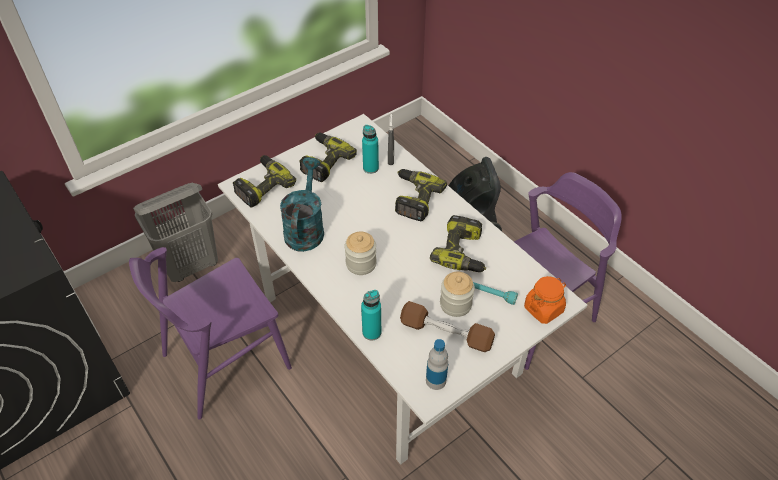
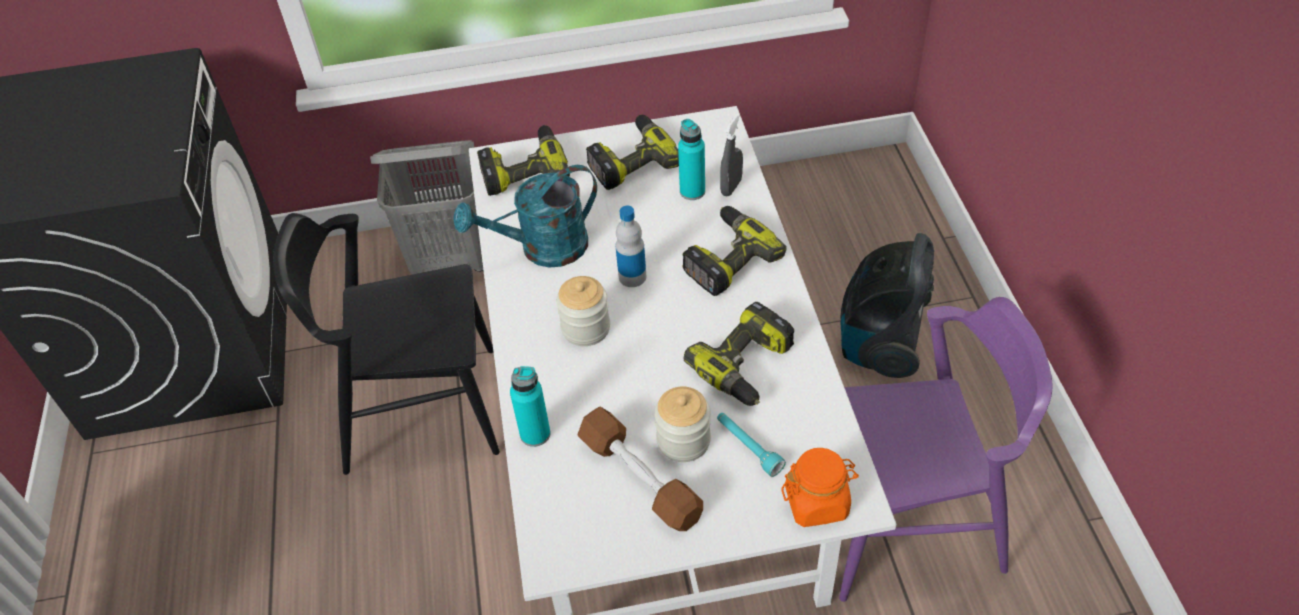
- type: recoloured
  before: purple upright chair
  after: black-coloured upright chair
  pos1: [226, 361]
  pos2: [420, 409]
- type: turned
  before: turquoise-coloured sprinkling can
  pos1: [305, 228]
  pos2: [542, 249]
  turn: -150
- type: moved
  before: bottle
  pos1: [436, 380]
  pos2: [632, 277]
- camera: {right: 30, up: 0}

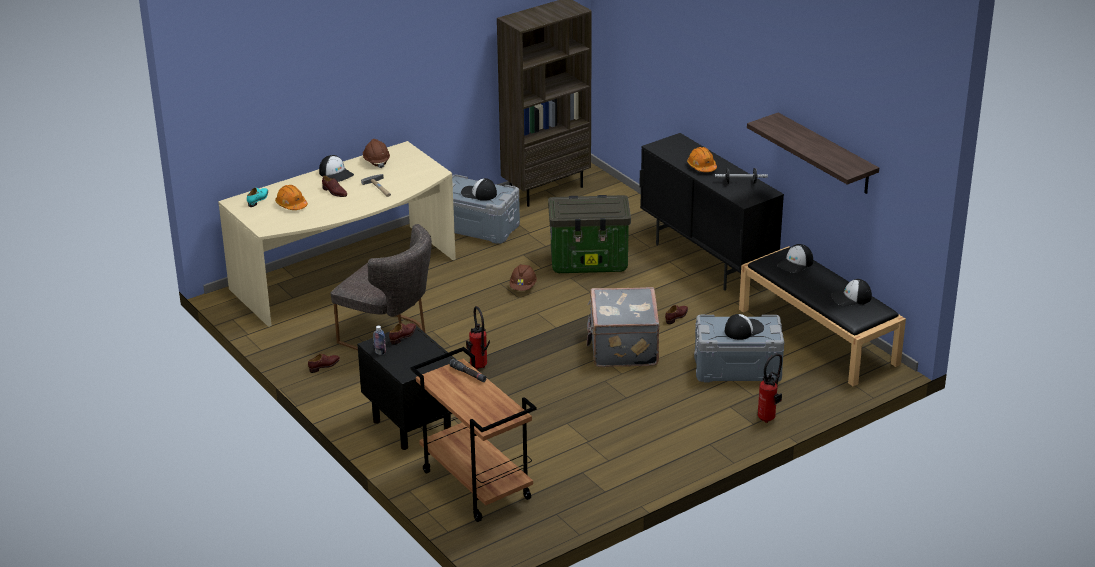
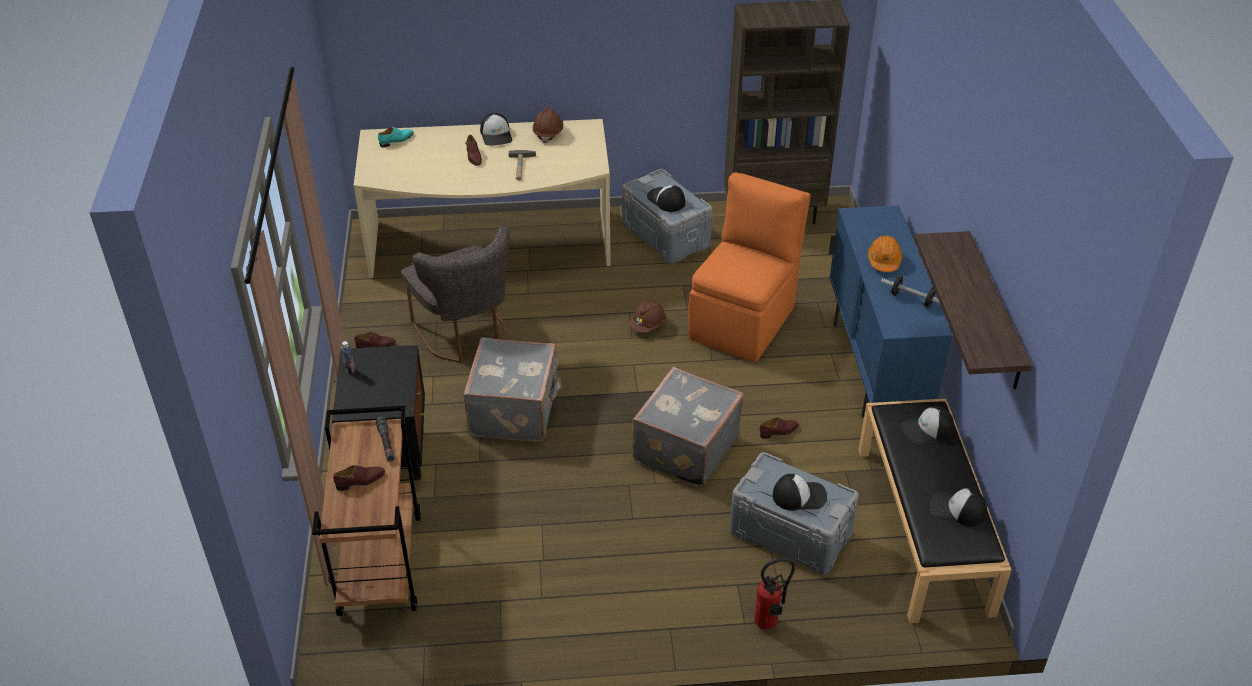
- type: moved
  before: brown low shoe
  pos1: [403, 336]
  pos2: [360, 481]
- type: replaced
  before: fire extinguisher
  after: grey suitcase
  pos1: [478, 368]
  pos2: [516, 411]
- type: replaced
  before: storage box
  after: orangey upright chair
  pos1: [590, 262]
  pos2: [743, 321]
- type: recoloured
  before: black-coloured cupboard
  after: bluish cupboard
  pos1: [707, 260]
  pos2: [874, 369]
- type: removed
  before: orangey hard hat
  pos1: [291, 205]
- camera: {right: 30, up: 10}

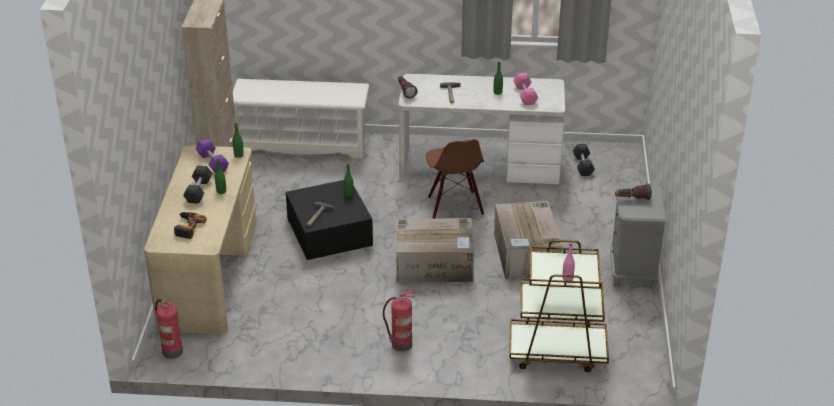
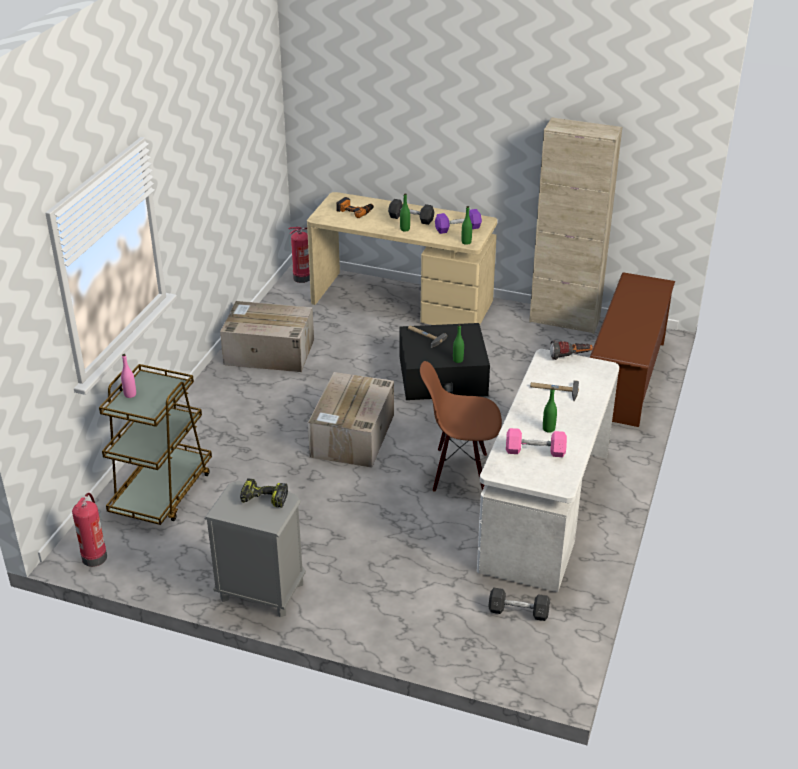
- type: moved
  before: fire extinguisher
  pos1: [400, 345]
  pos2: [94, 556]
- type: moved
  before: packing box
  pos1: [526, 255]
  pos2: [268, 352]
- type: replaced
  before: torch
  after: electric drill
  pos1: [632, 199]
  pos2: [263, 499]
- type: recoloured
  before: whitish shoe shelf
  after: brown shoe shelf
  pos1: [302, 144]
  pos2: [625, 378]
- camera: {right: 105, up: 0}

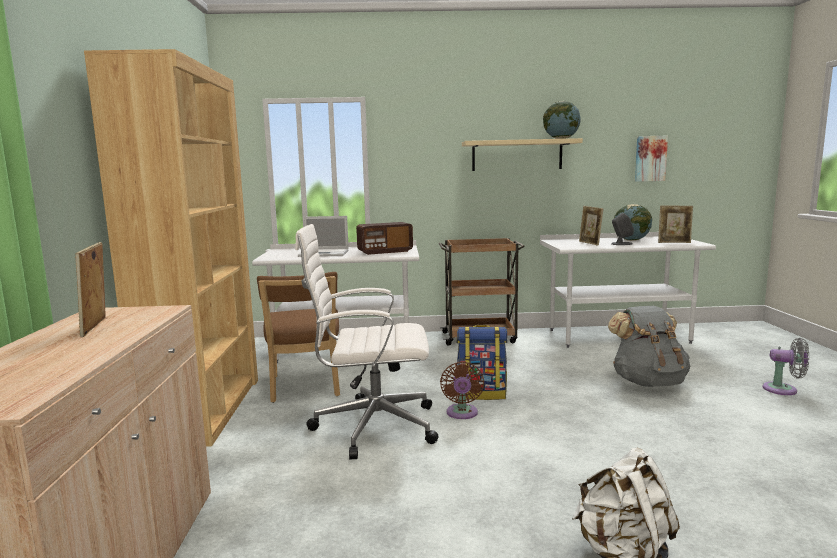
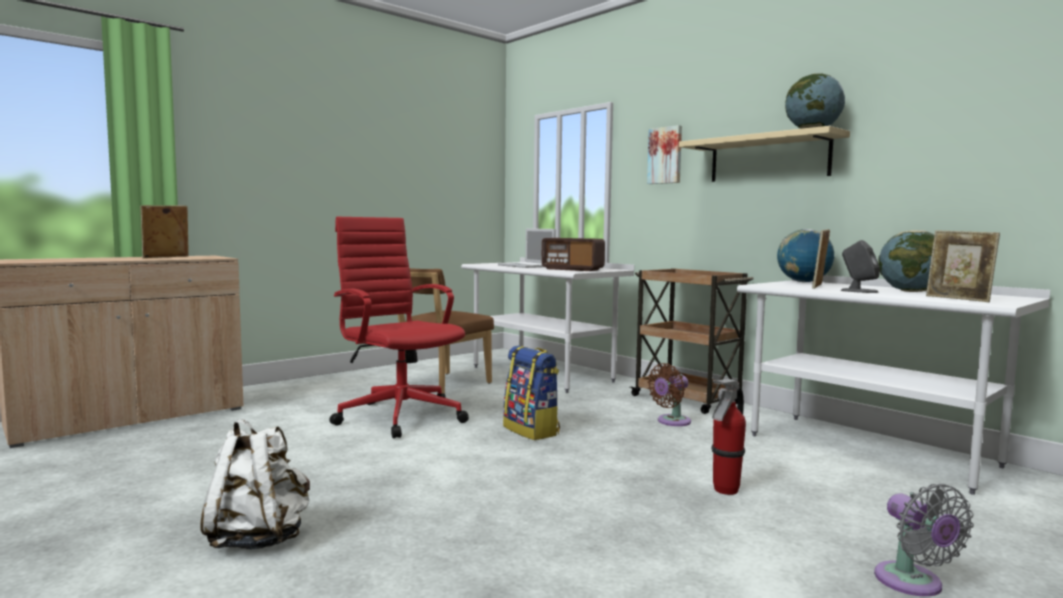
- type: recoloured
  before: whitish computer chair
  after: red-coloured computer chair
  pos1: [371, 426]
  pos2: [399, 416]
- type: moved
  before: wall picture
  pos1: [650, 158]
  pos2: [665, 155]
- type: moved
  before: brown fan
  pos1: [462, 414]
  pos2: [671, 422]
- type: replaced
  before: grey rucksack
  after: fire extinguisher
  pos1: [648, 382]
  pos2: [725, 490]
- type: added
  after: desk globe
  pos2: [803, 282]
- type: removed
  before: brown shelving unit
  pos1: [205, 410]
- camera: {right: 50, up: -5}

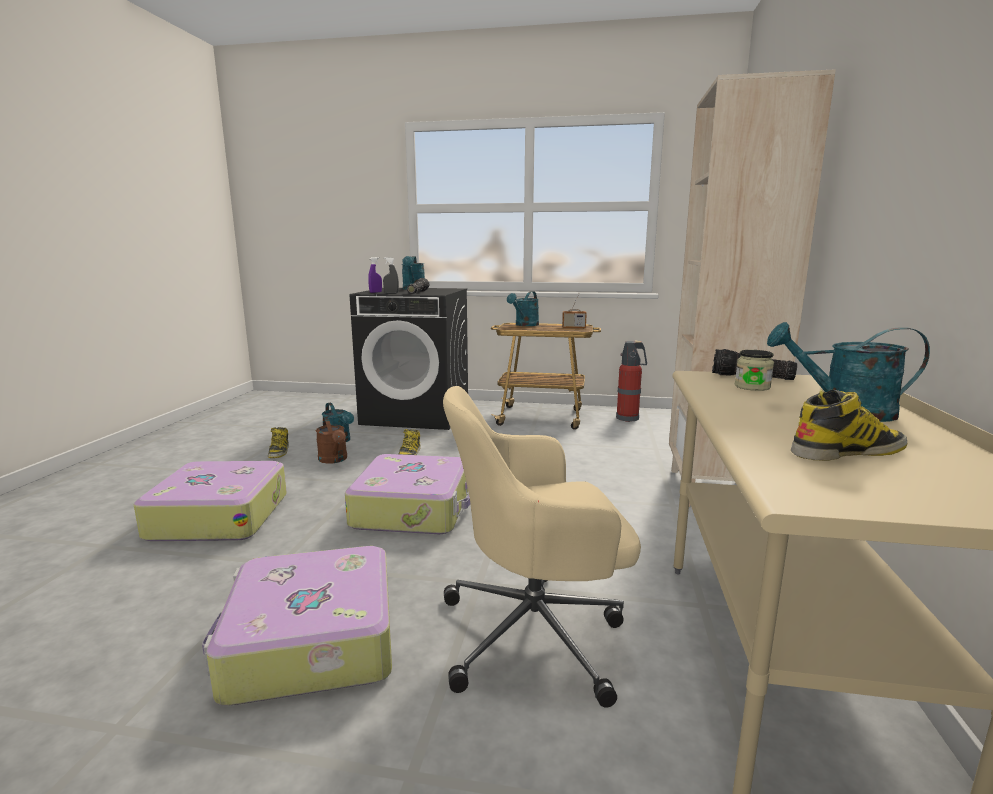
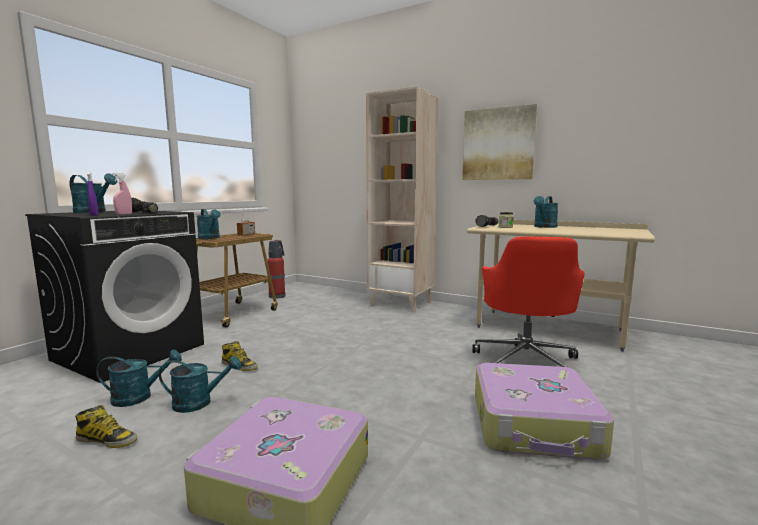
- type: recoloured
  before: grey sprayer
  after: pinkish sprayer
  pos1: [391, 293]
  pos2: [124, 214]
- type: recoloured
  before: brown sprinkling can
  after: turquoise-coloured sprinkling can
  pos1: [334, 460]
  pos2: [199, 403]
- type: added
  after: wall picture
  pos2: [498, 144]
- type: recoloured
  before: sand-coloured computer chair
  after: red-coloured computer chair
  pos1: [537, 634]
  pos2: [526, 362]
- type: removed
  before: suitcase
  pos1: [413, 509]
- type: removed
  before: high-top boot
  pos1: [847, 452]
- camera: {right: -70, up: -5}

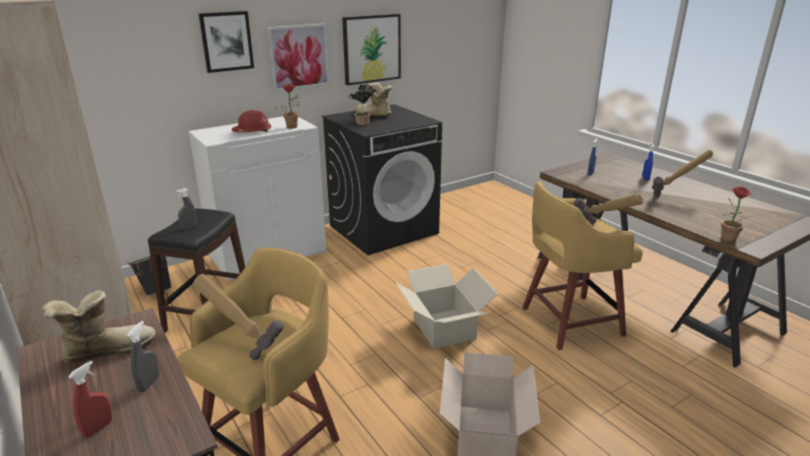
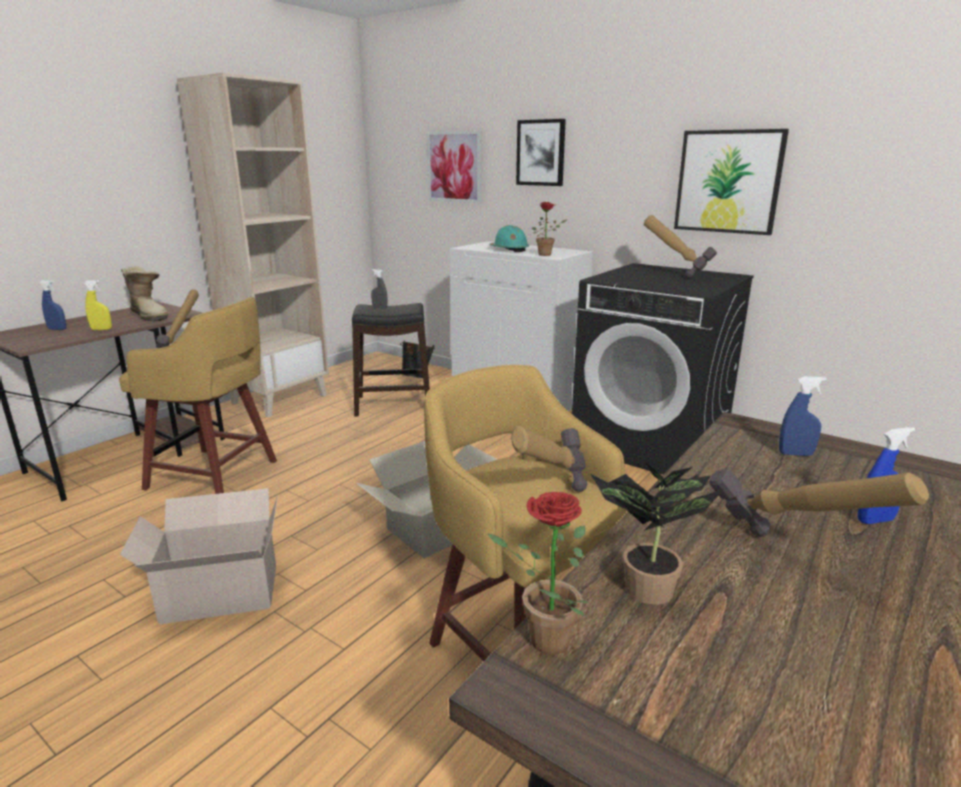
- type: recoloured
  before: red-coloured sprayer
  after: bluish sprayer
  pos1: [98, 428]
  pos2: [57, 329]
- type: recoloured
  before: grey sprayer
  after: yellow sprayer
  pos1: [149, 384]
  pos2: [101, 329]
- type: moved
  before: wall picture
  pos1: [299, 57]
  pos2: [454, 167]
- type: recoloured
  before: red-coloured hard hat
  after: turquoise-coloured hard hat
  pos1: [252, 132]
  pos2: [509, 250]
- type: moved
  before: plant in a pot
  pos1: [362, 123]
  pos2: [642, 591]
- type: replaced
  before: high-top boot
  after: tool hammer
  pos1: [373, 115]
  pos2: [675, 274]
- camera: {right: 70, up: -5}

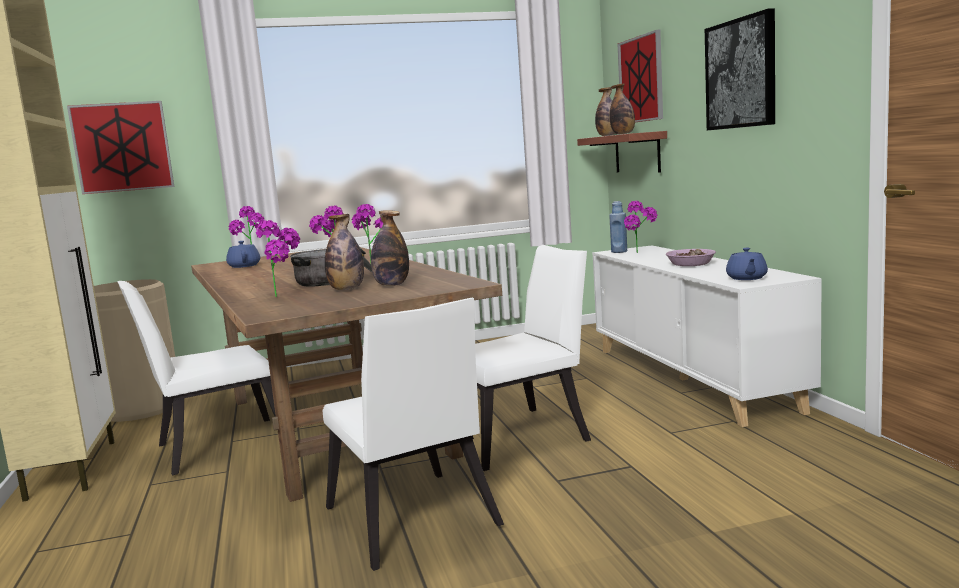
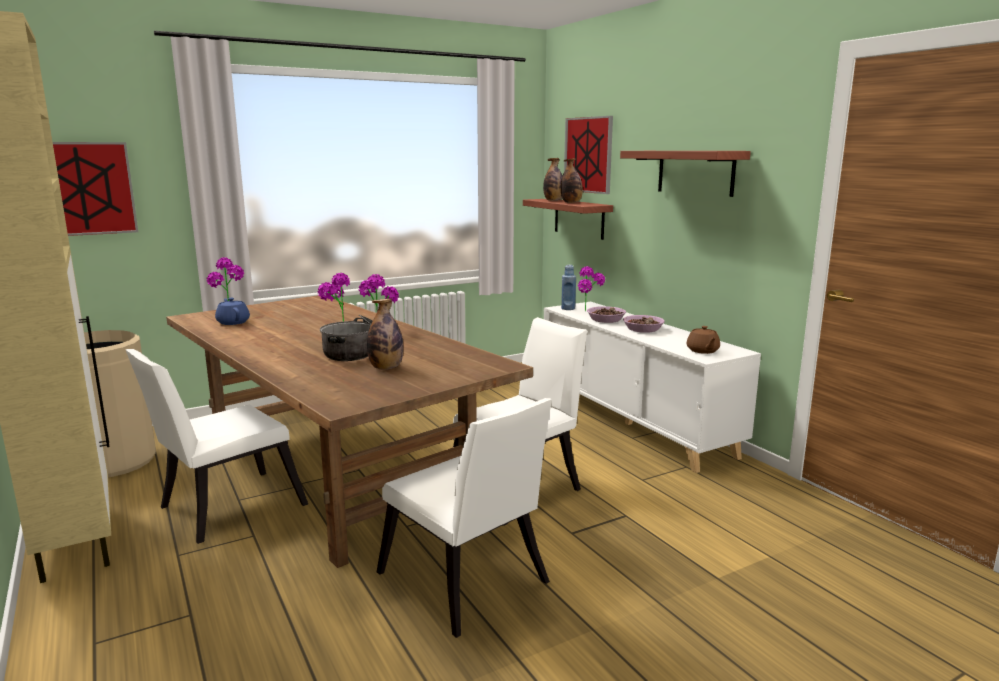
- type: added
  after: bowl
  pos2: [606, 320]
- type: replaced
  before: wall picture
  after: shelf
  pos1: [741, 74]
  pos2: [695, 172]
- type: recoloured
  before: bluish teapot
  after: brown teapot
  pos1: [746, 278]
  pos2: [702, 351]
- type: removed
  before: plant in a pot
  pos1: [285, 296]
- type: removed
  before: bottle
  pos1: [391, 285]
- camera: {right: -15, up: 5}

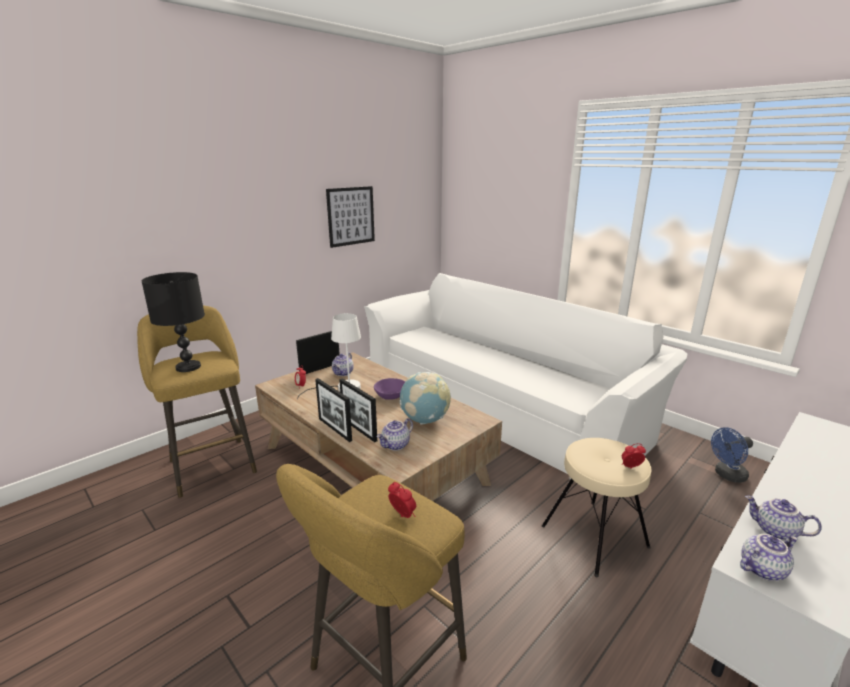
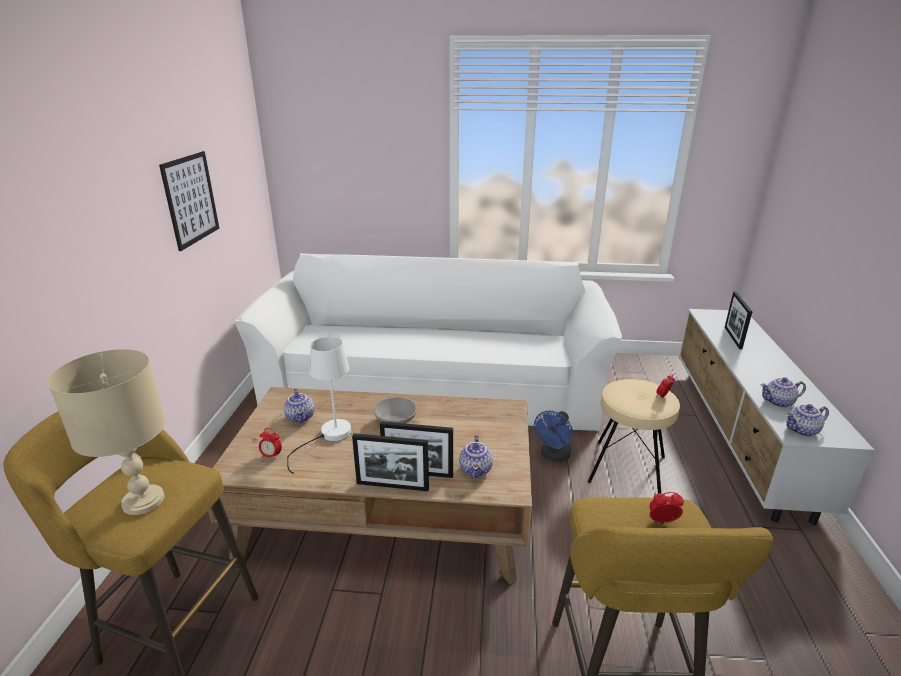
- type: recoloured
  before: black-coloured tabletop lamp
  after: sand-coloured tabletop lamp
  pos1: [187, 367]
  pos2: [143, 501]
- type: recoloured
  before: purple bowl
  after: grey bowl
  pos1: [391, 396]
  pos2: [395, 421]
- type: moved
  before: bluish fan
  pos1: [727, 475]
  pos2: [553, 456]
- type: moved
  before: photo frame
  pos1: [320, 368]
  pos2: [733, 337]
- type: turned
  before: teapot
  pos1: [761, 568]
  pos2: [802, 431]
  turn: -135
- type: removed
  before: desk globe
  pos1: [425, 420]
- camera: {right: -40, up: 5}

